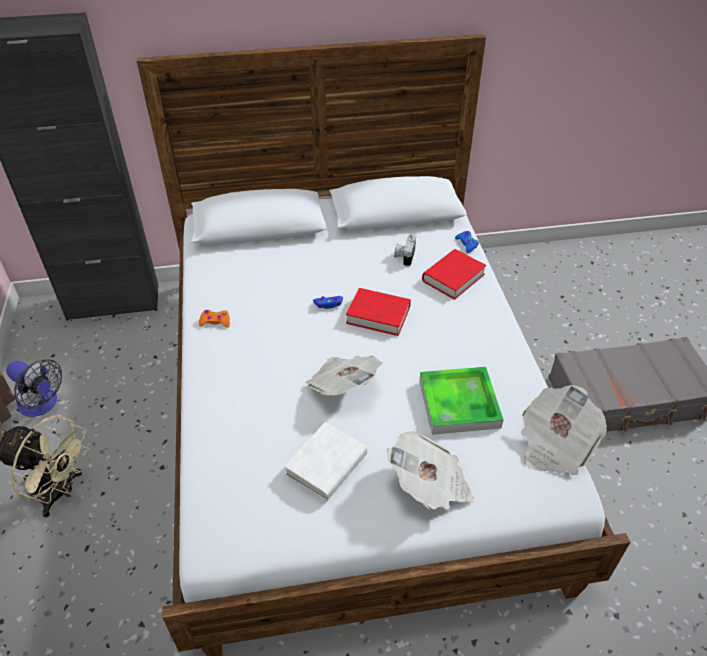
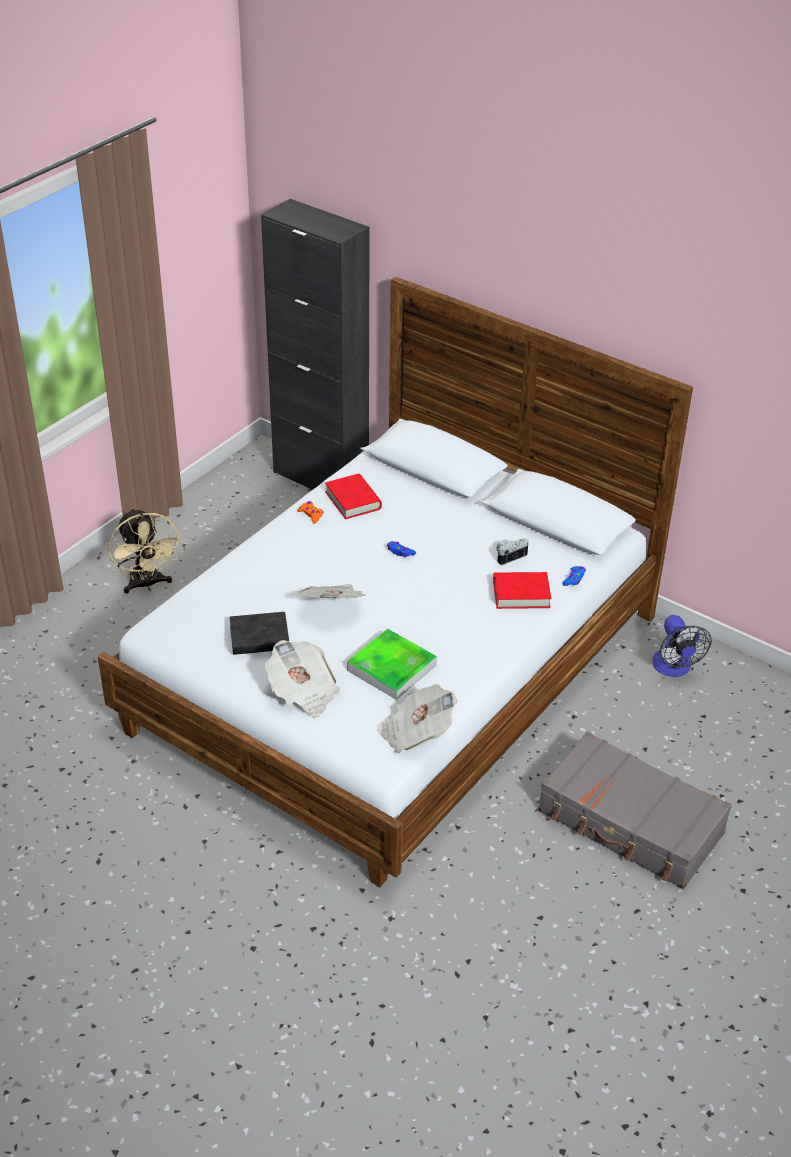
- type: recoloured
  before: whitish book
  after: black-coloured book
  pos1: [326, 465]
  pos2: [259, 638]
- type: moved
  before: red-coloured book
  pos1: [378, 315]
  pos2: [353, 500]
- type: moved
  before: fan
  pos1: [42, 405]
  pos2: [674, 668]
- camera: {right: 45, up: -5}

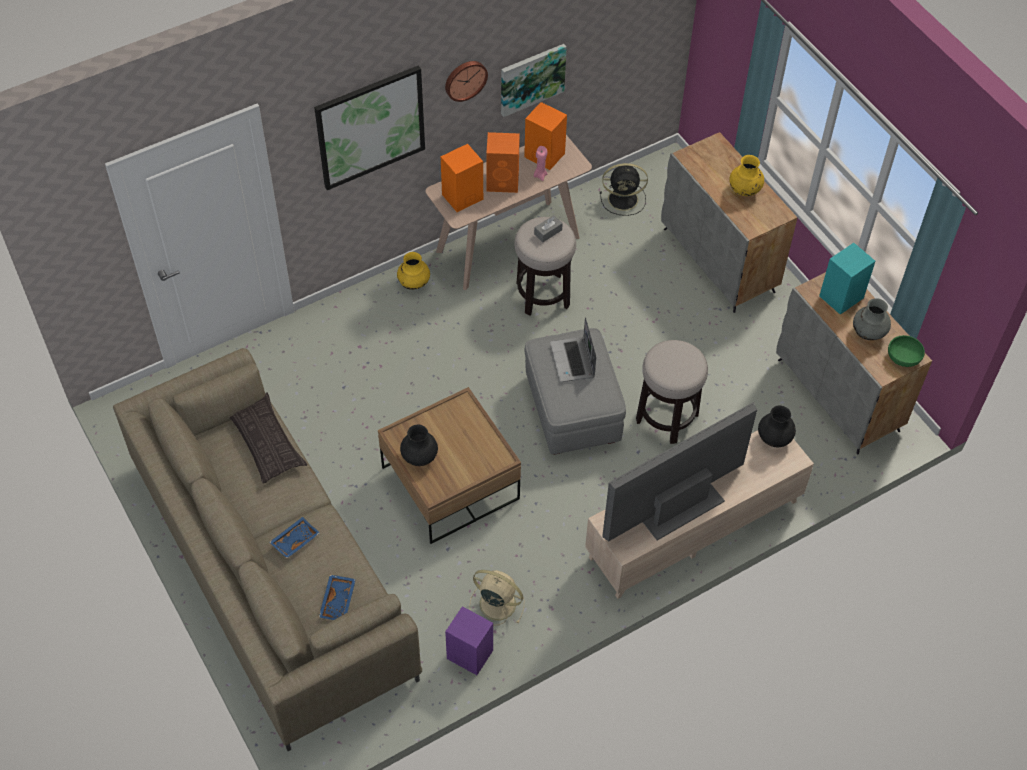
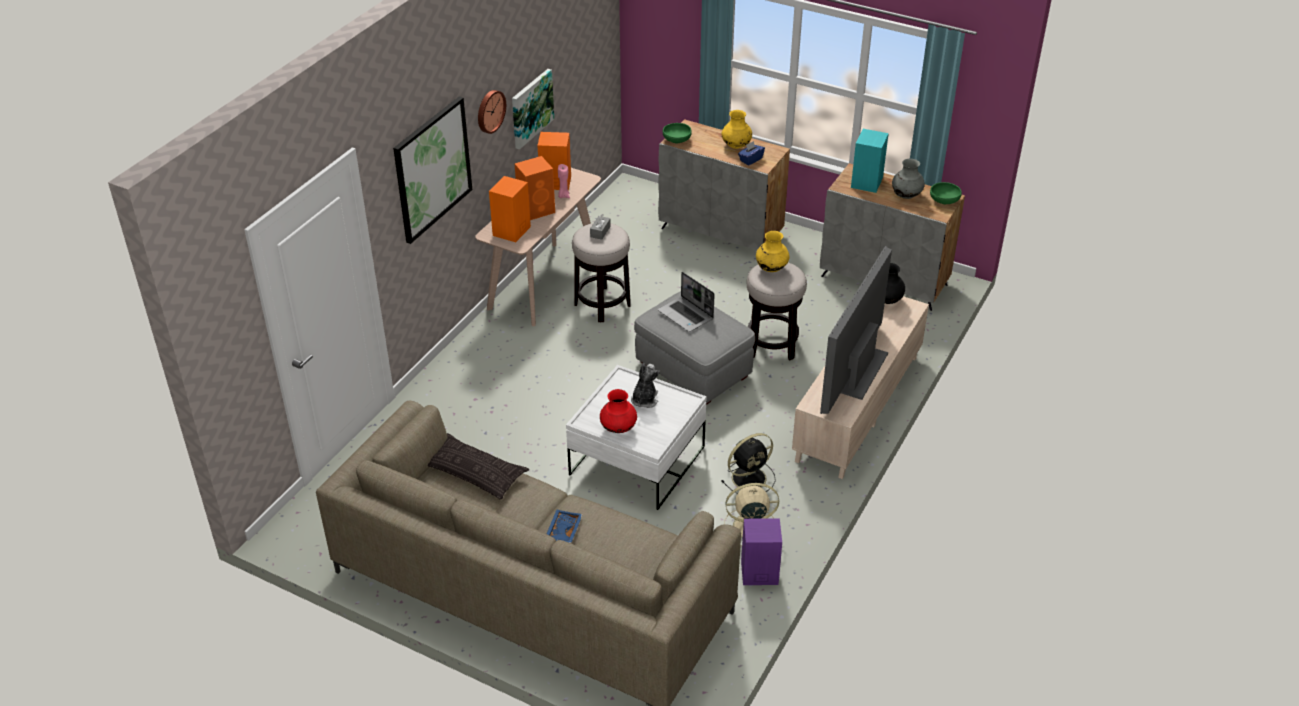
- type: recoloured
  before: brown lounge table
  after: whitish lounge table
  pos1: [450, 483]
  pos2: [637, 461]
- type: recoloured
  before: black-coloured vase
  after: red-coloured vase
  pos1: [419, 457]
  pos2: [618, 428]
- type: added
  after: cuddly toy
  pos2: [644, 399]
- type: added
  after: green-coloured bowl
  pos2: [677, 140]
- type: moved
  before: black-coloured fan
  pos1: [624, 199]
  pos2: [750, 477]
- type: added
  after: bluish tissue box
  pos2: [750, 160]
- type: moved
  before: yellow vase
  pos1: [414, 283]
  pos2: [771, 268]
- type: removed
  before: bluish serving tray
  pos1: [338, 601]
- camera: {right: -30, up: -15}

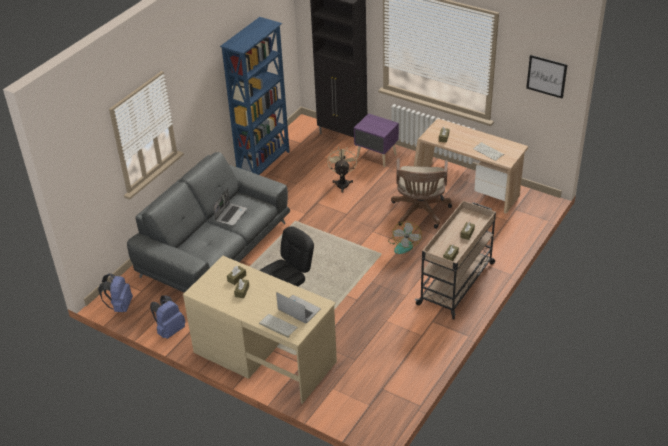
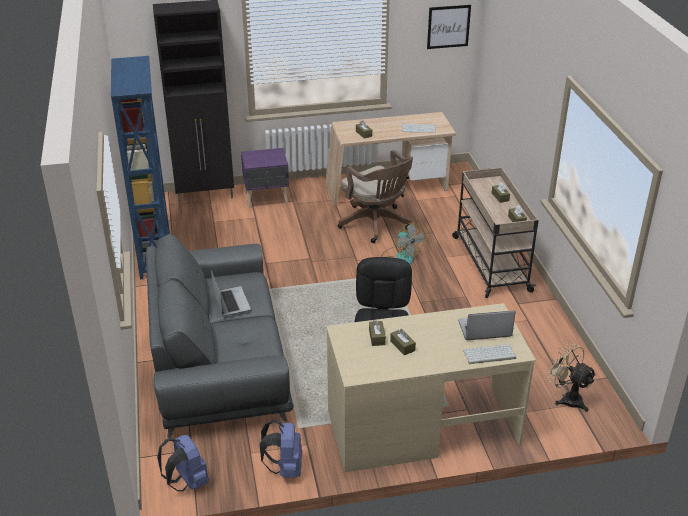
- type: moved
  before: sand-coloured fan
  pos1: [342, 183]
  pos2: [567, 398]
- camera: {right: -45, up: -5}

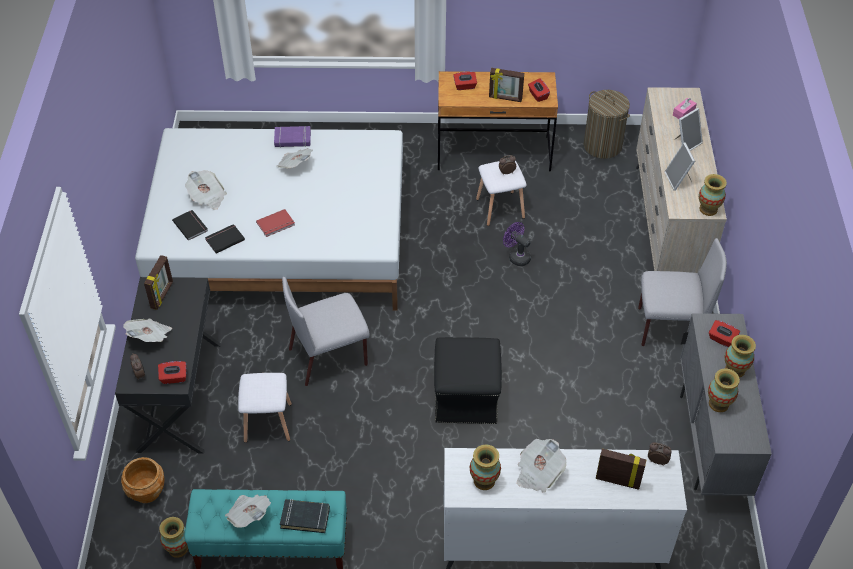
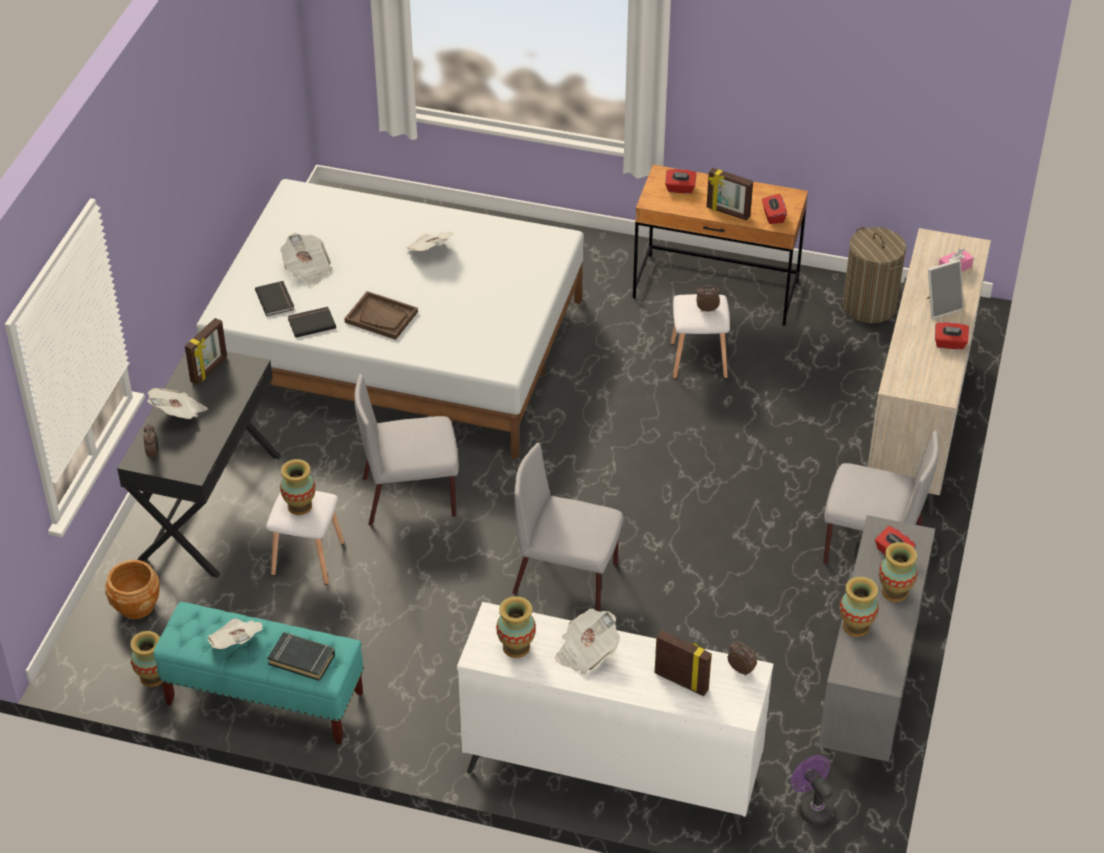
- type: moved
  before: vase
  pos1: [708, 209]
  pos2: [299, 506]
- type: replaced
  before: red-coloured book
  after: brown serving tray
  pos1: [276, 224]
  pos2: [381, 317]
- type: replaced
  before: black-coloured pouffe
  after: grey upright chair
  pos1: [466, 397]
  pos2: [567, 579]
- type: moved
  before: purple fan
  pos1: [516, 256]
  pos2: [812, 807]
- type: moved
  before: red-coloured tissue box
  pos1: [174, 378]
  pos2: [950, 344]
- type: removed
  before: purple book
  pos1: [292, 139]
- type: removed
  before: photo frame
  pos1: [678, 180]
- camera: {right: 15, up: -5}

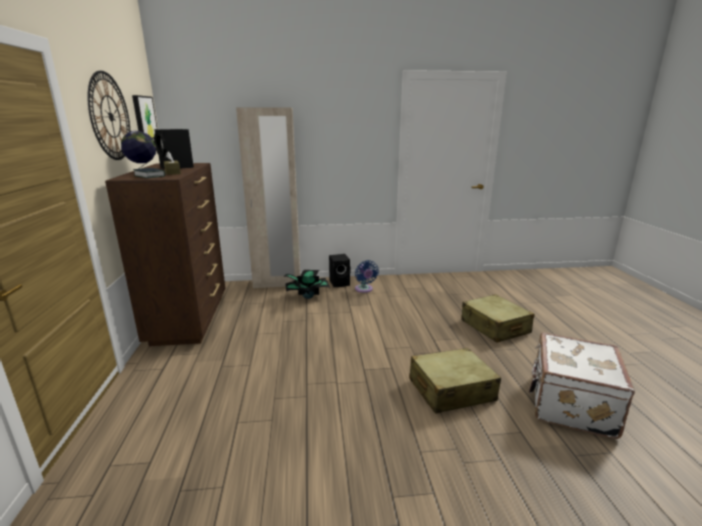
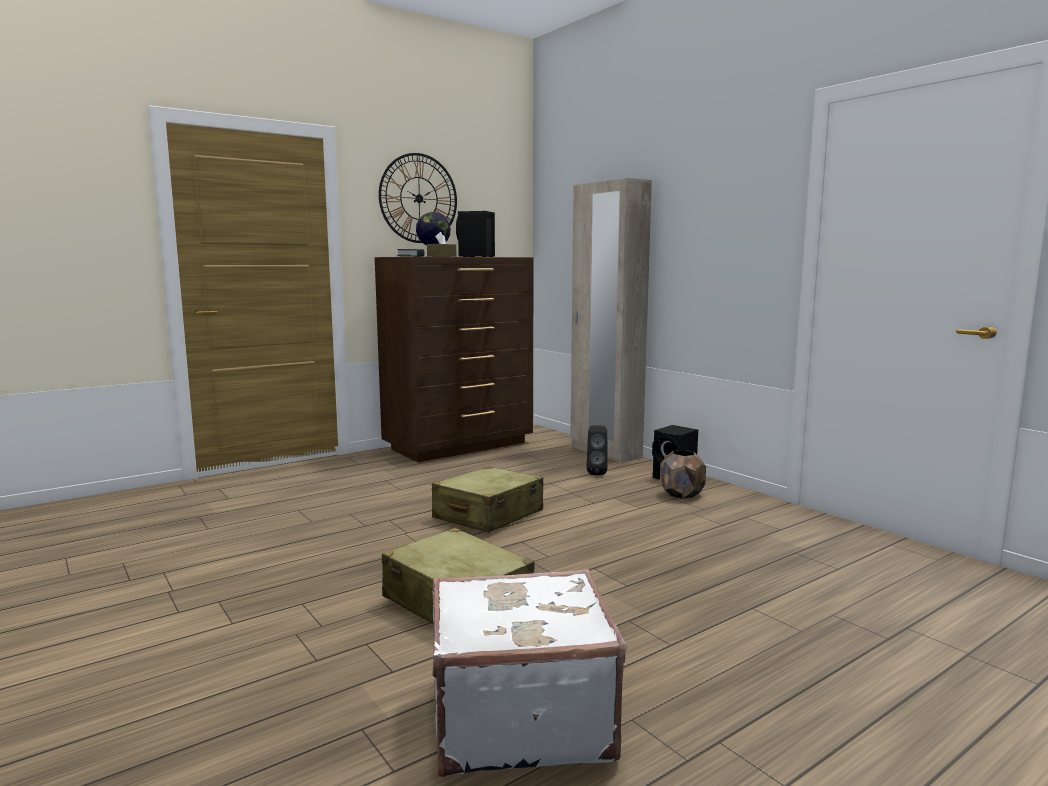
- type: moved
  before: sand-coloured suitcase
  pos1: [495, 327]
  pos2: [488, 515]
- type: replaced
  before: plant in a pot
  after: black-coloured speaker
  pos1: [307, 296]
  pos2: [596, 473]
- type: replaced
  before: bluish fan
  after: brown flower pot
  pos1: [364, 289]
  pos2: [682, 494]
- type: removed
  before: wall picture
  pos1: [144, 117]
- camera: {right: 60, up: -10}

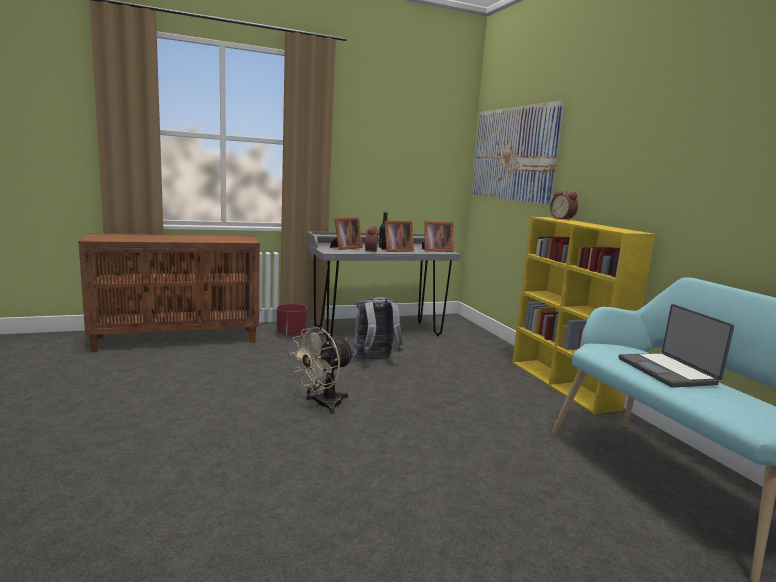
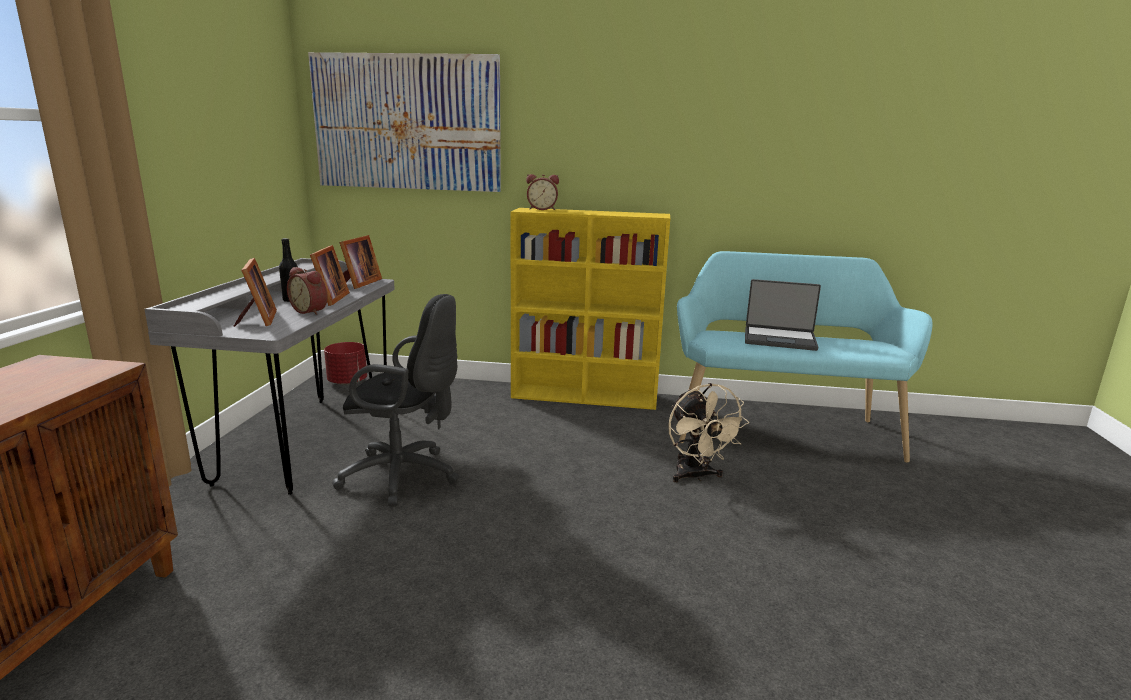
- type: moved
  before: red-coloured flower pot
  pos1: [291, 334]
  pos2: [348, 382]
- type: replaced
  before: grey rucksack
  after: black-coloured computer chair
  pos1: [374, 360]
  pos2: [405, 477]
- type: moved
  before: sand-coloured fan
  pos1: [322, 405]
  pos2: [696, 476]
- camera: {right: -60, up: 5}

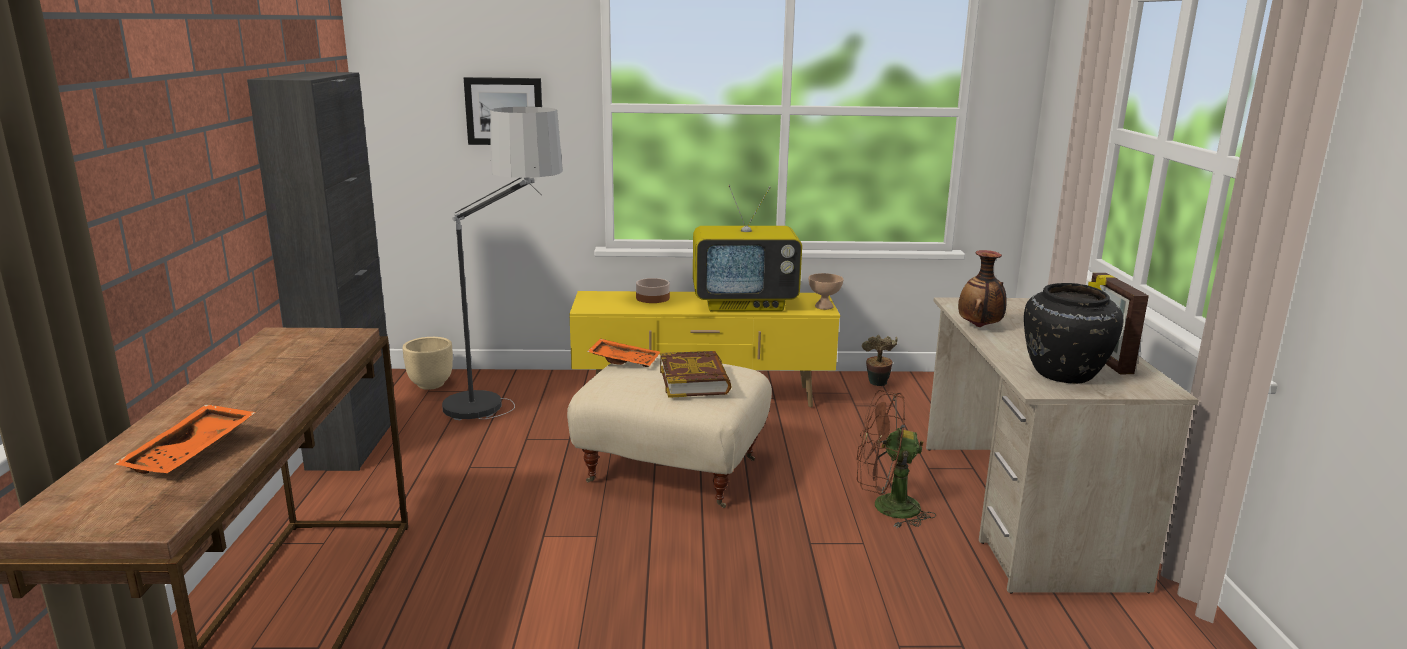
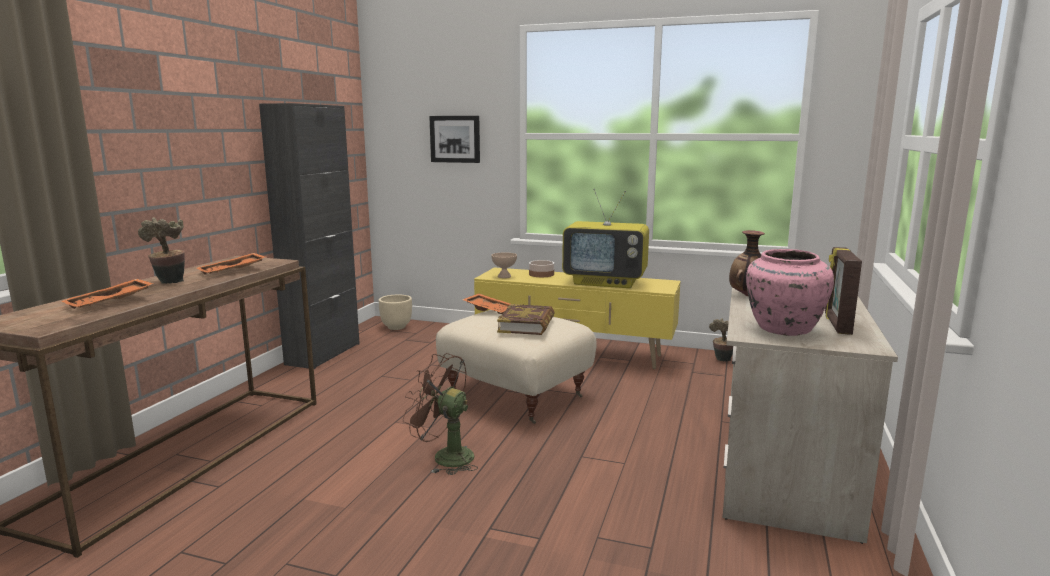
- type: added
  after: plant in a pot
  pos2: [169, 283]
- type: added
  after: orangey serving tray
  pos2: [233, 271]
- type: moved
  before: brown fan
  pos1: [886, 508]
  pos2: [445, 457]
- type: moved
  before: sand-coloured bowl
  pos1: [823, 306]
  pos2: [503, 276]
- type: recoloured
  before: black-coloured vase
  after: pinkish vase
  pos1: [1063, 374]
  pos2: [782, 329]
- type: removed
  before: floor lamp
  pos1: [506, 421]
- camera: {right: 20, up: -5}

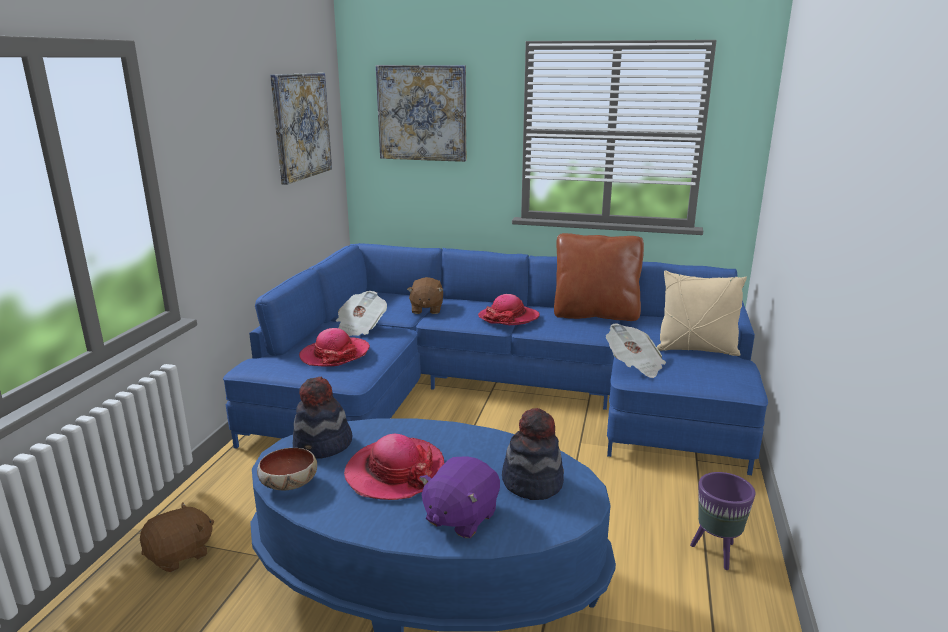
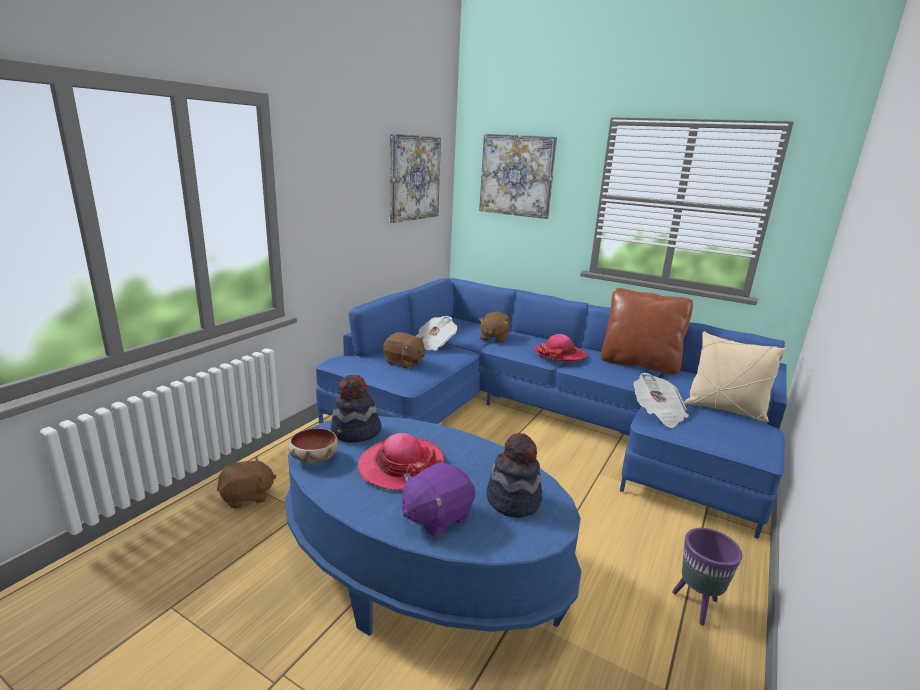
- type: replaced
  before: wearable hat
  after: brown cuddly toy
  pos1: [335, 354]
  pos2: [404, 362]
- camera: {right: 15, up: 0}

